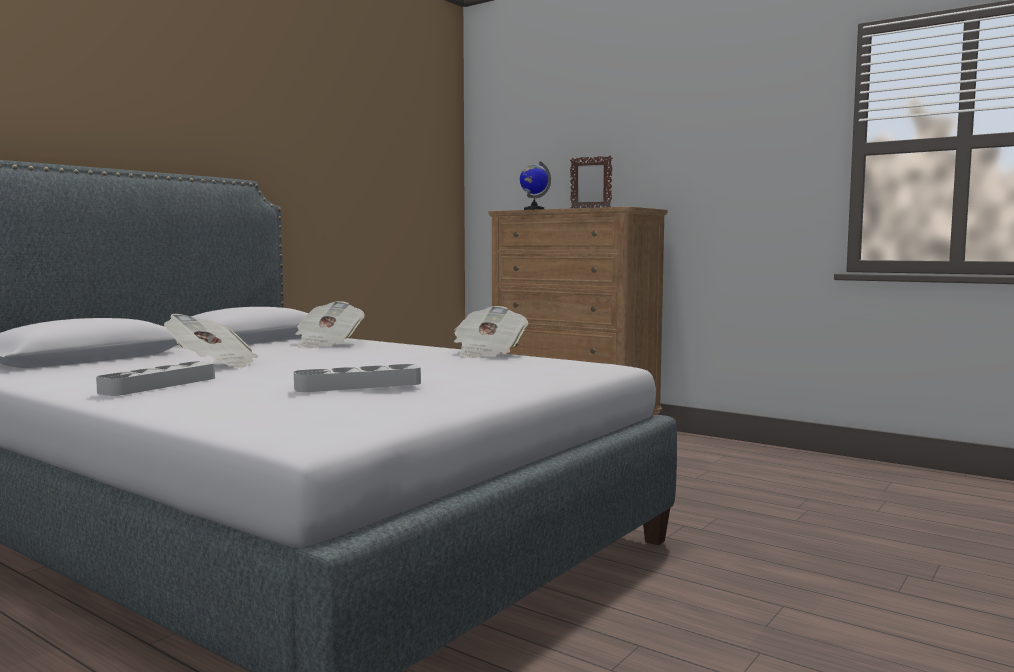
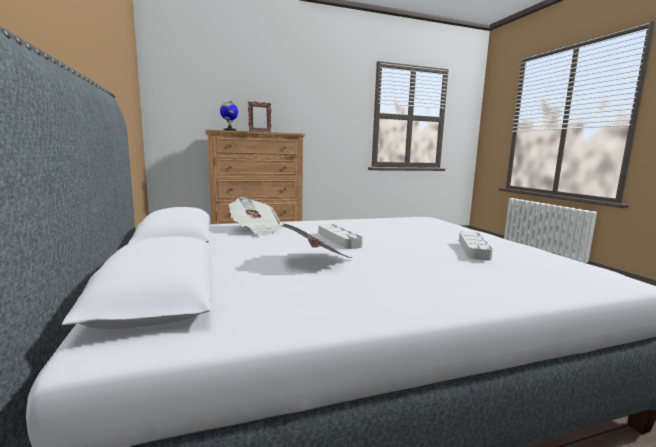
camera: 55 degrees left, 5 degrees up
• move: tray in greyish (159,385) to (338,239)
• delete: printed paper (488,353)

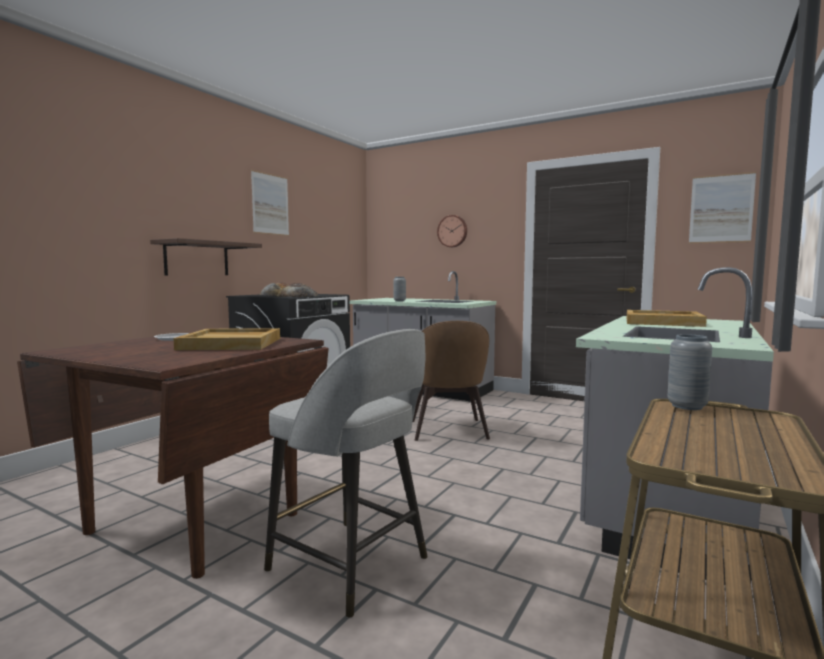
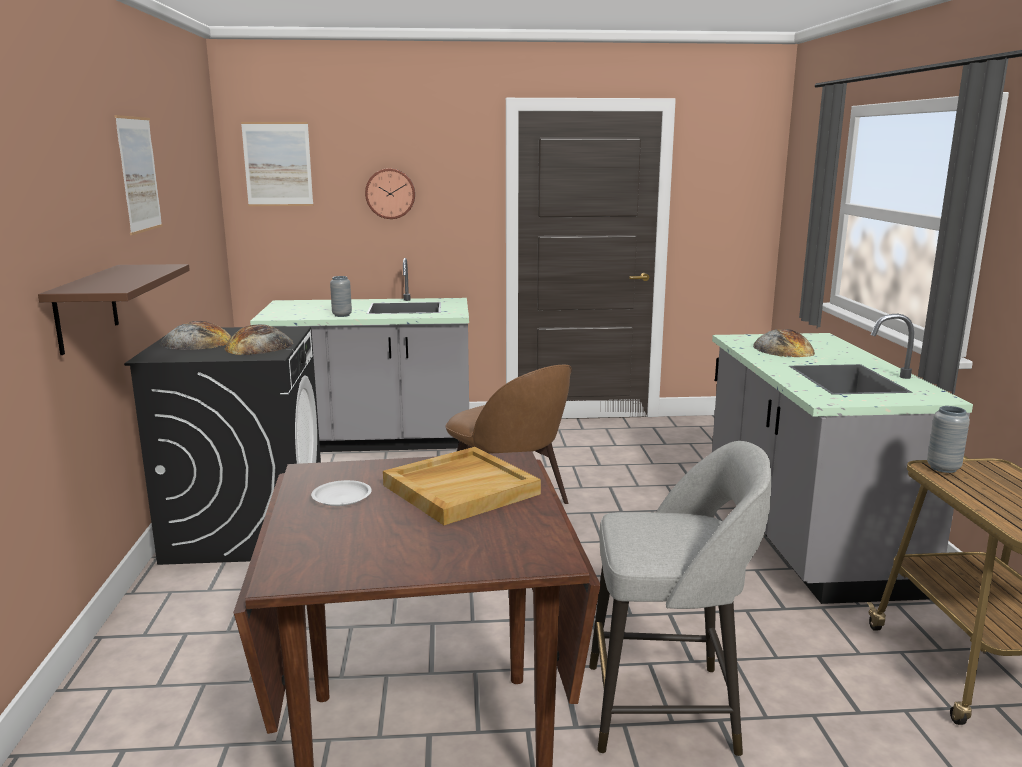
camera: 35 degrees left, 10 degrees up
• replace: tray in beige-coloured (663,322) to bread (783,349)
• move: wall picture (721,209) to (278,164)

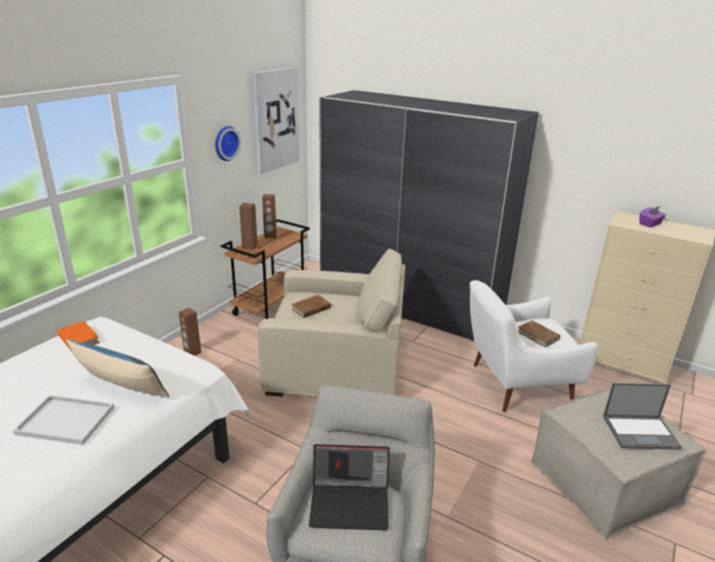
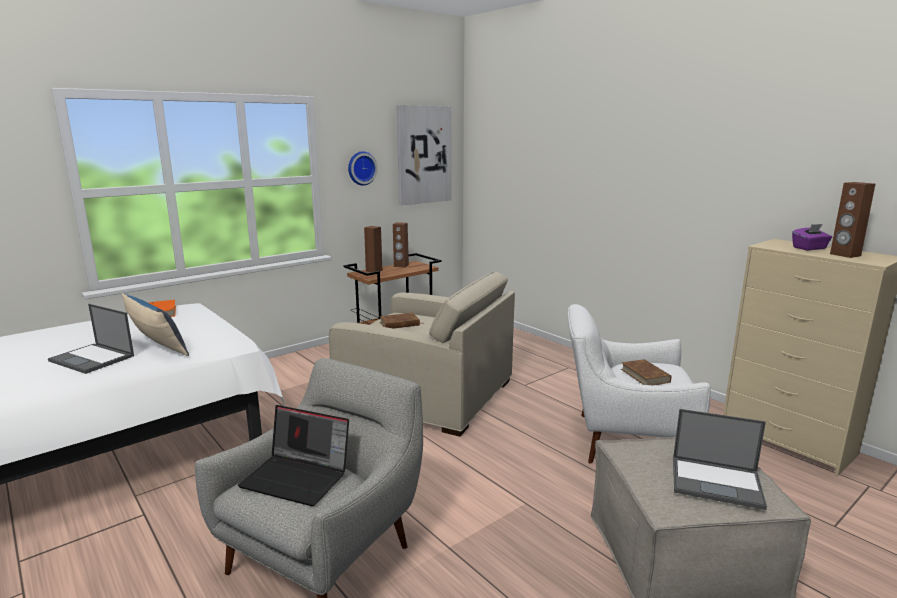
camera: 20 degrees right, 10 degrees down
• replace: tray in white (68,420) to laptop (93,358)
• move: audio speaker in brown (192,352) to (845,255)
• delete: wardrobe in greyish (409,305)

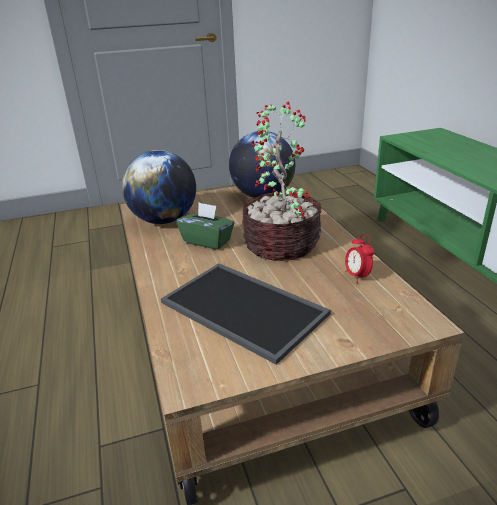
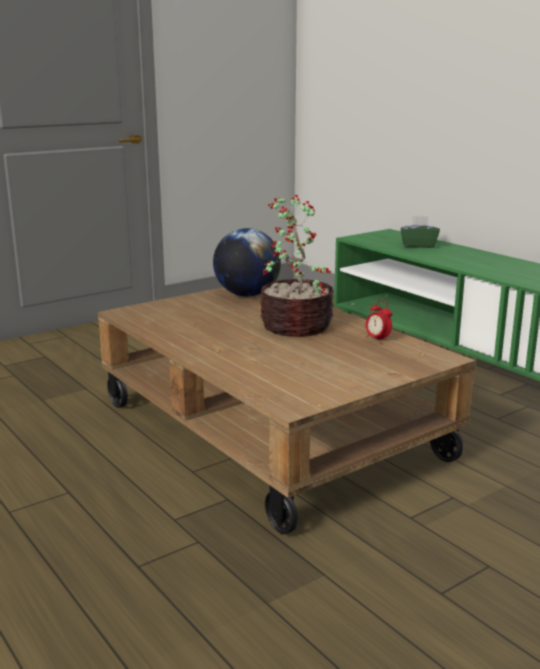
camera: 20 degrees left, 10 degrees down
• delete: globe (164,220)
• delete: tray (246,307)
• move: box of tissues in greenish (207,241) to (418,245)

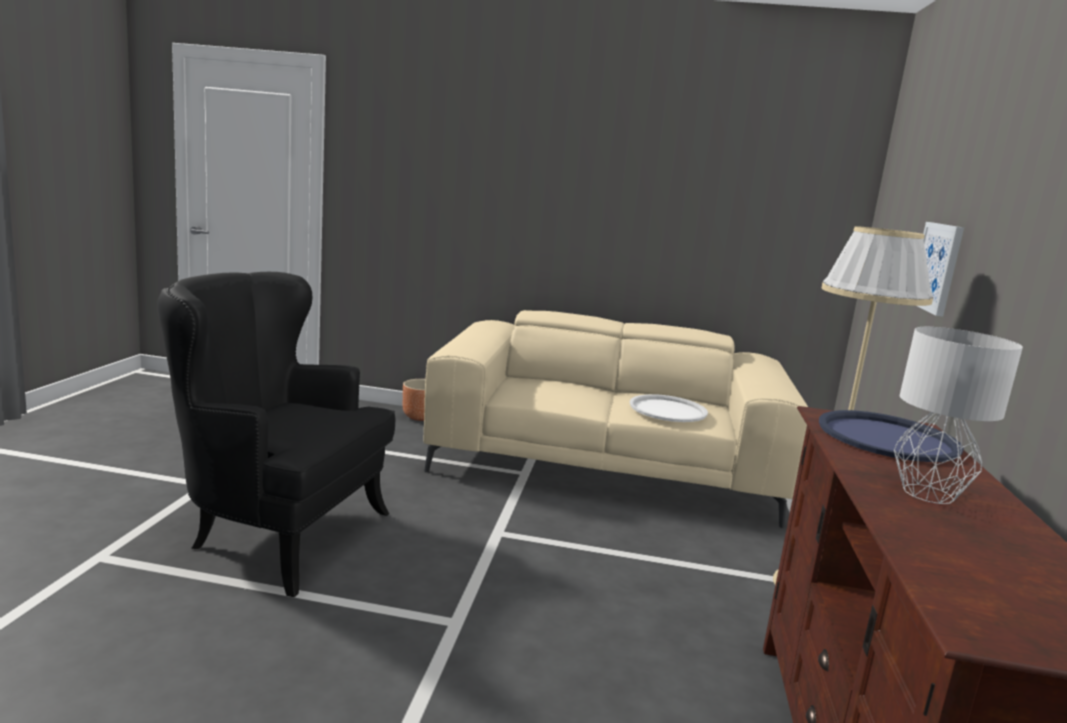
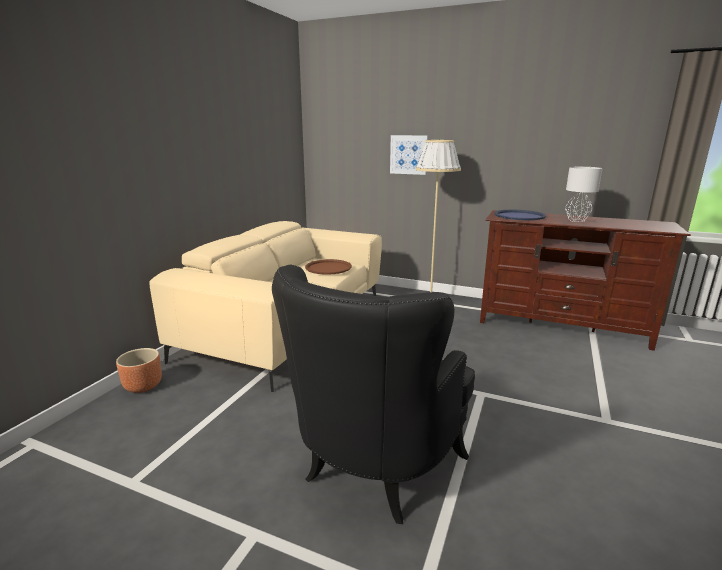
camera: 75 degrees left, 5 degrees up
• recolor: tray in white (668,410) to tray in brown (328,267)

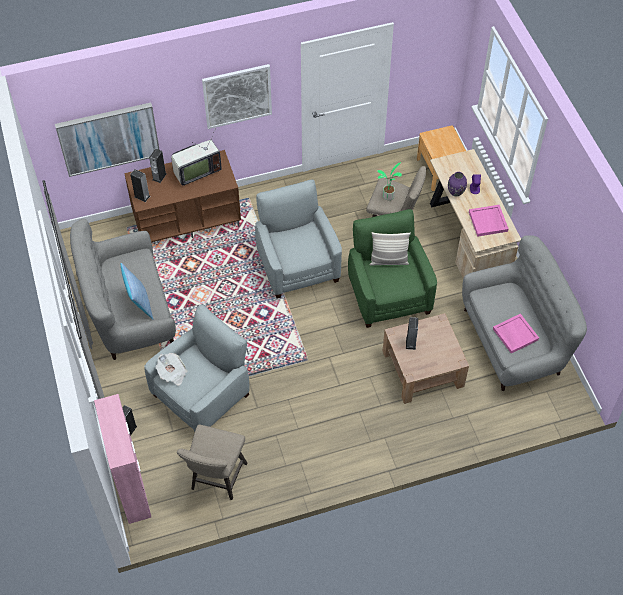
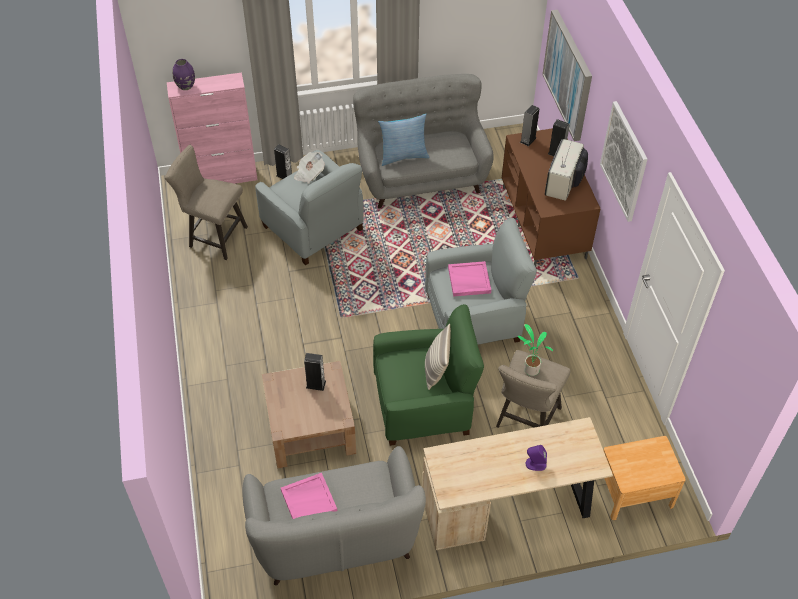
camera: 95 degrees right, 5 degrees down
• rotate: TV (196,171) = (564,183) 45 degrees clockwise
• move: vase in purple-coloured (455,192) to (186,86)
• move: tray in pinkish (488,222) to (469,280)

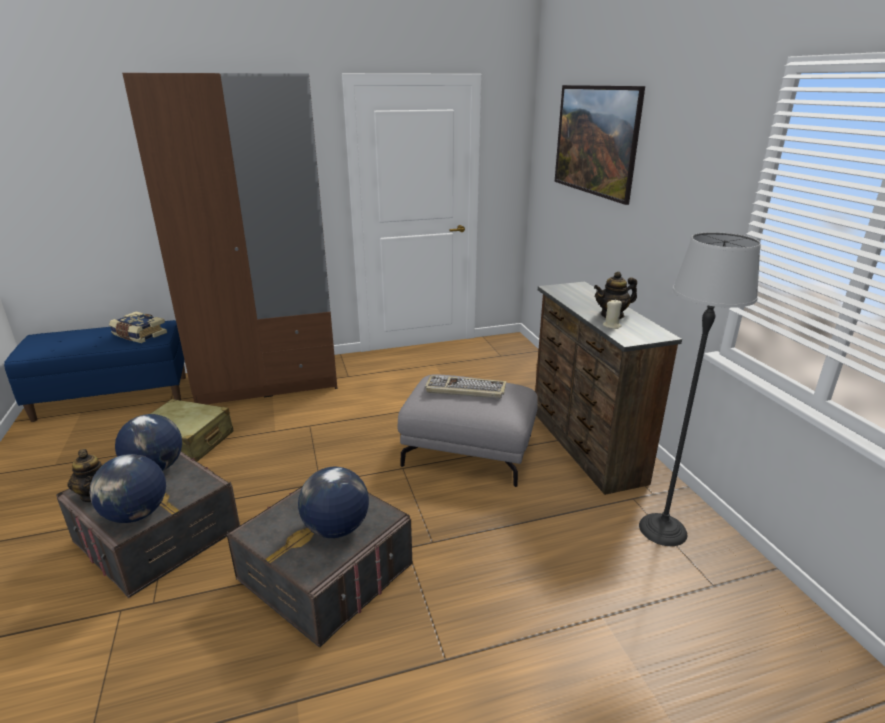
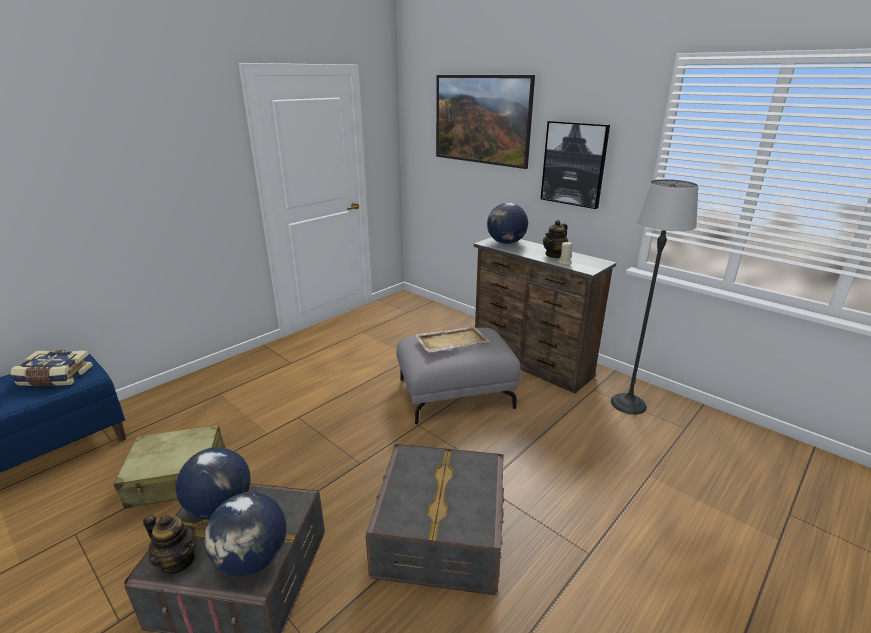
camera: 30 degrees left, 0 degrees up
• delete: wardrobe in brown (267,381)
• move: globe (336,529) to (506,243)
• replace: keyboard (464,389) to tray in beige-coloured (451,341)
• insert: wall picture (574,164)

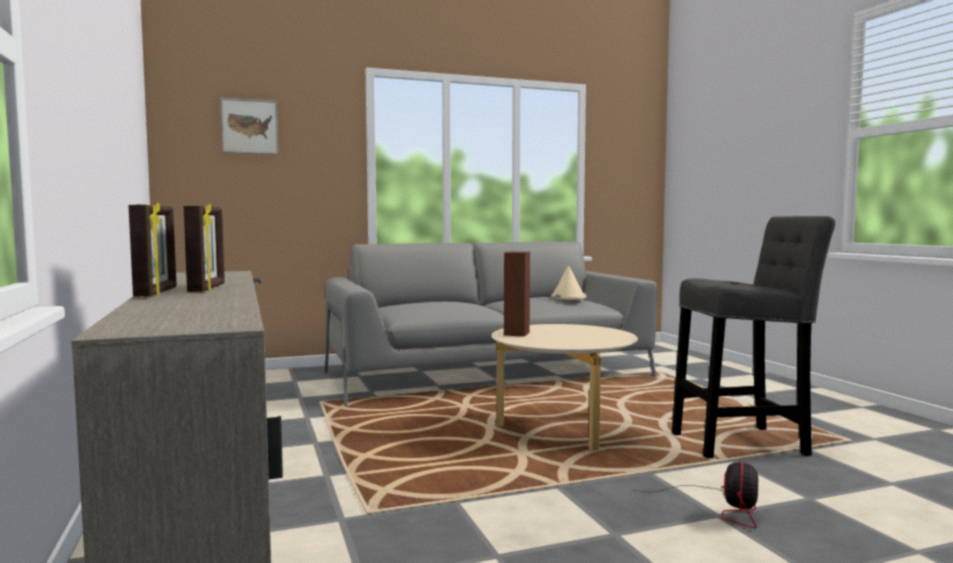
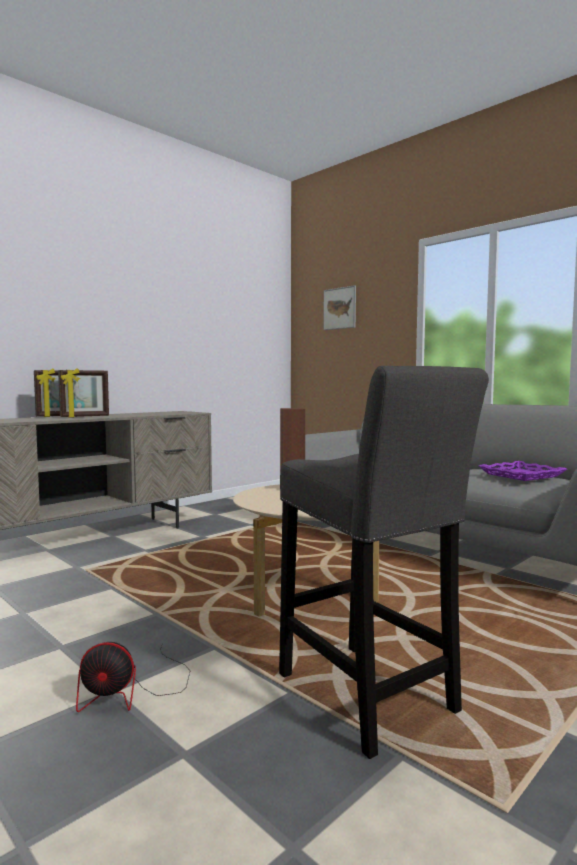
camera: 65 degrees right, 0 degrees up
• replace: hat in beige-coloured (568,297) to tray in purple-coloured (521,475)

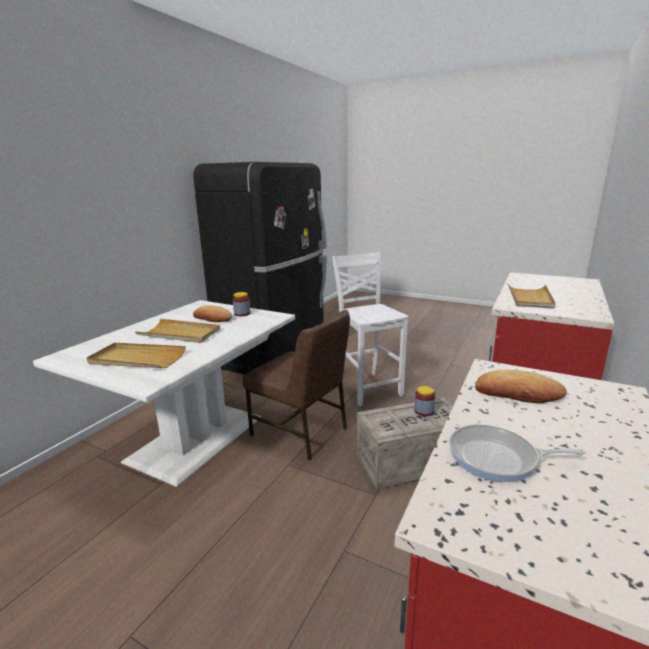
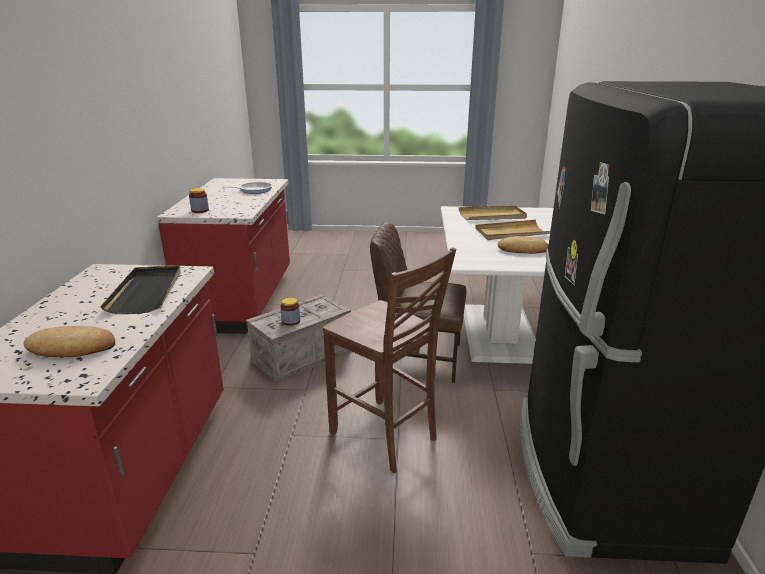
camera: 155 degrees right, 5 degrees up
• move: jar (242,313) to (200,210)
• recolor: upright chair in white (368,387) to upright chair in brown (385,437)
• move: bread (517,393) to (72,348)
• recolor: tray in beige-coloured (530,298) to tray in blackish (147,291)

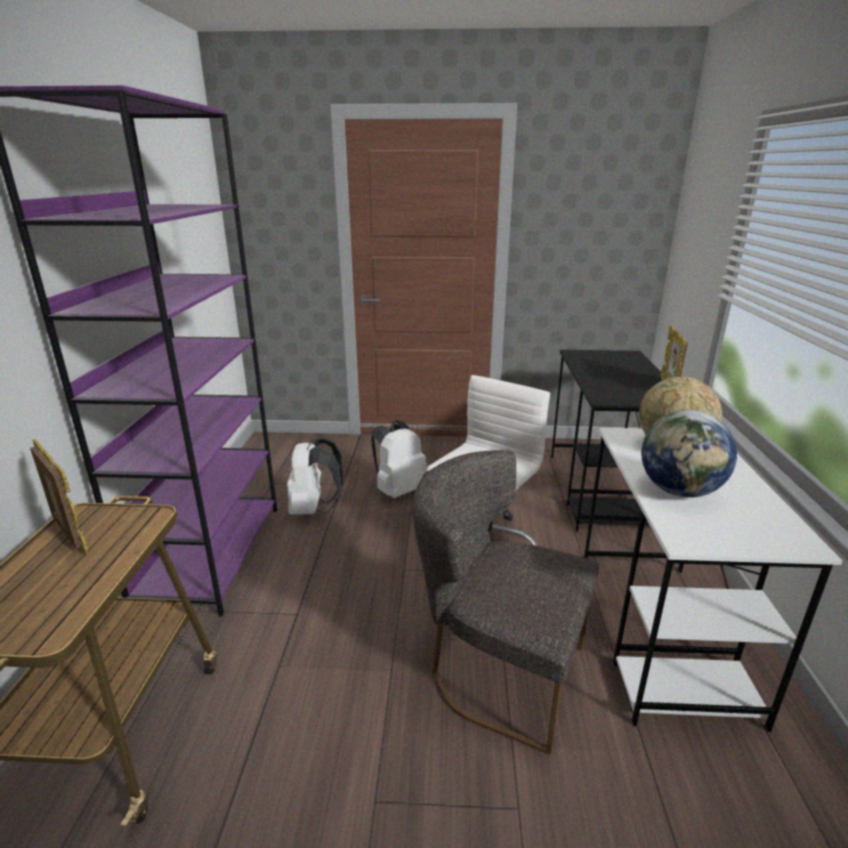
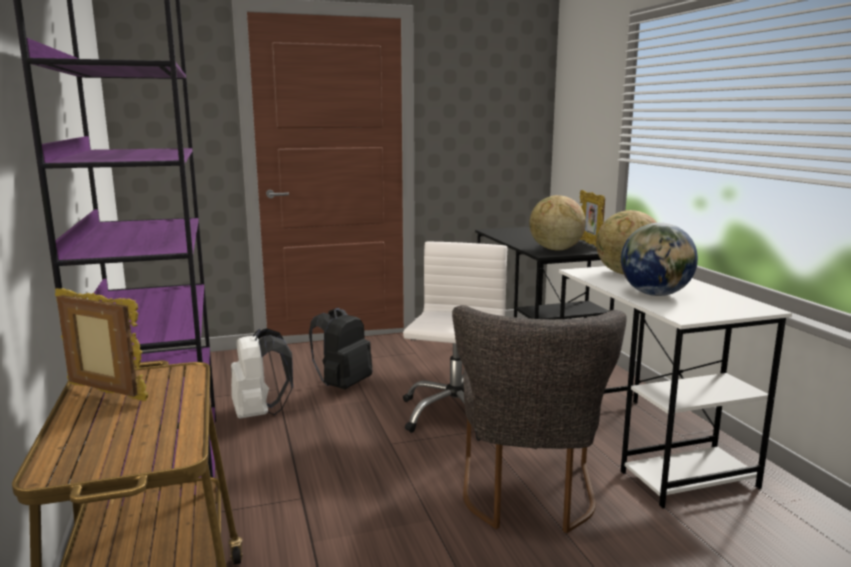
camera: 20 degrees left, 10 degrees down
• recolor: knapsack in white (399,490) to knapsack in blackish (342,385)
• rotate: upright chair in greyish (497,670) = (528,497) 90 degrees counterclockwise
• insert: globe (555,249)

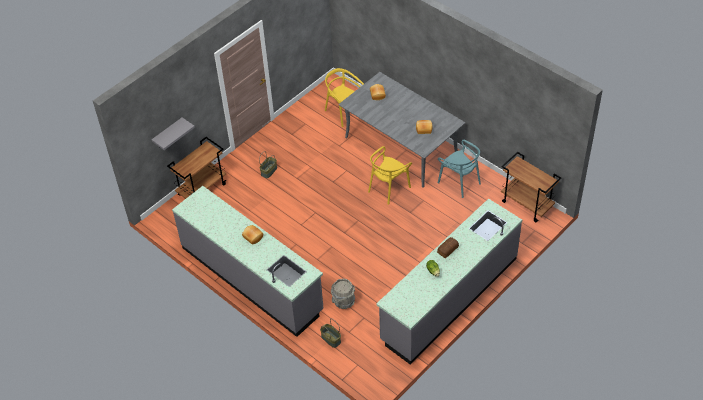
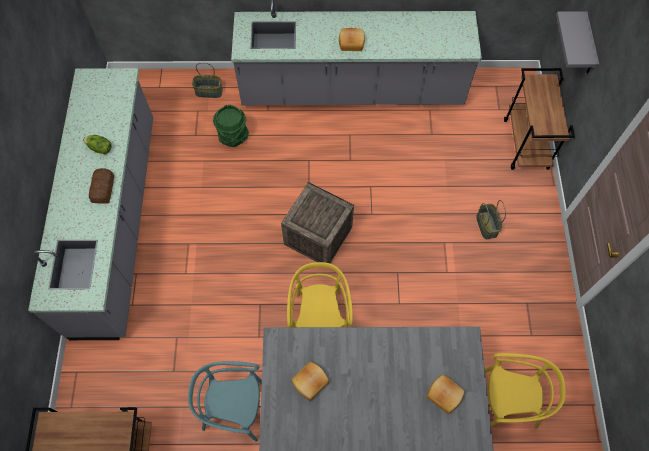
camera: 135 degrees right, 15 degrees up
• recolor: pail in greyish (343,301) to pail in greenish (233,136)
• insert: packing crate (318,236)

